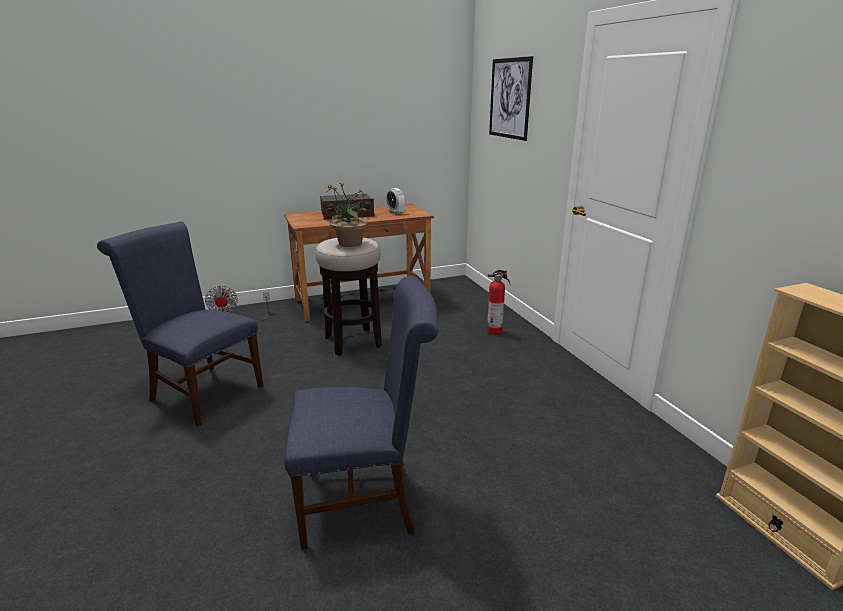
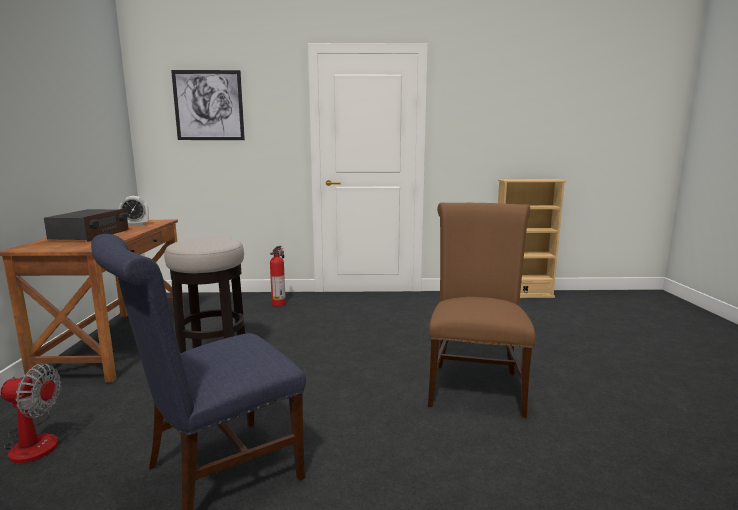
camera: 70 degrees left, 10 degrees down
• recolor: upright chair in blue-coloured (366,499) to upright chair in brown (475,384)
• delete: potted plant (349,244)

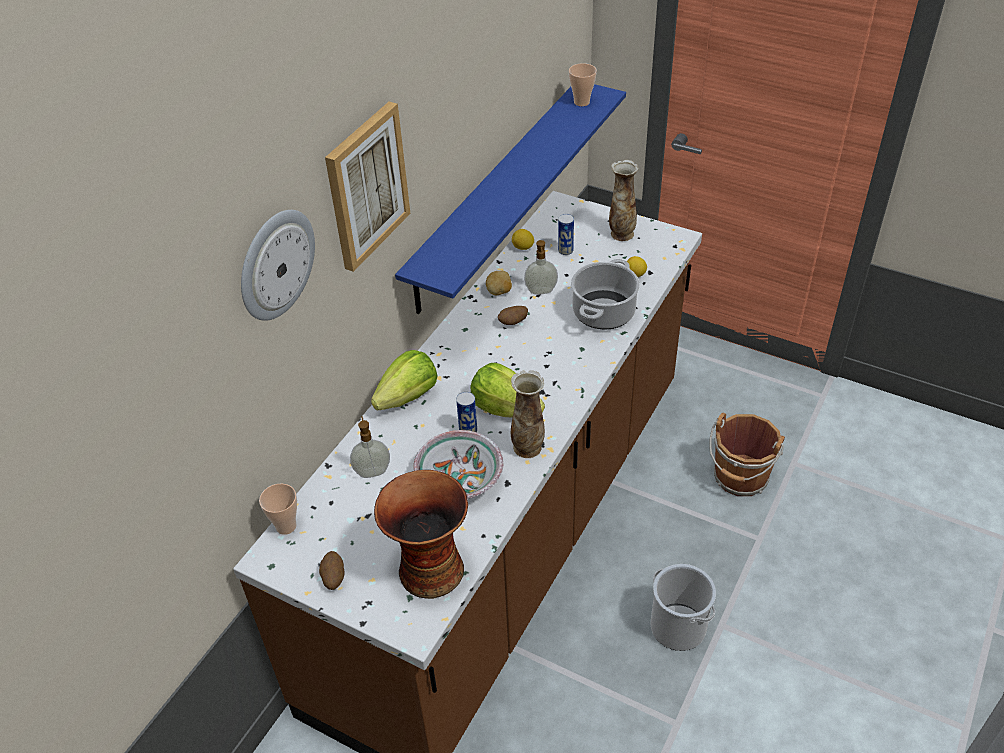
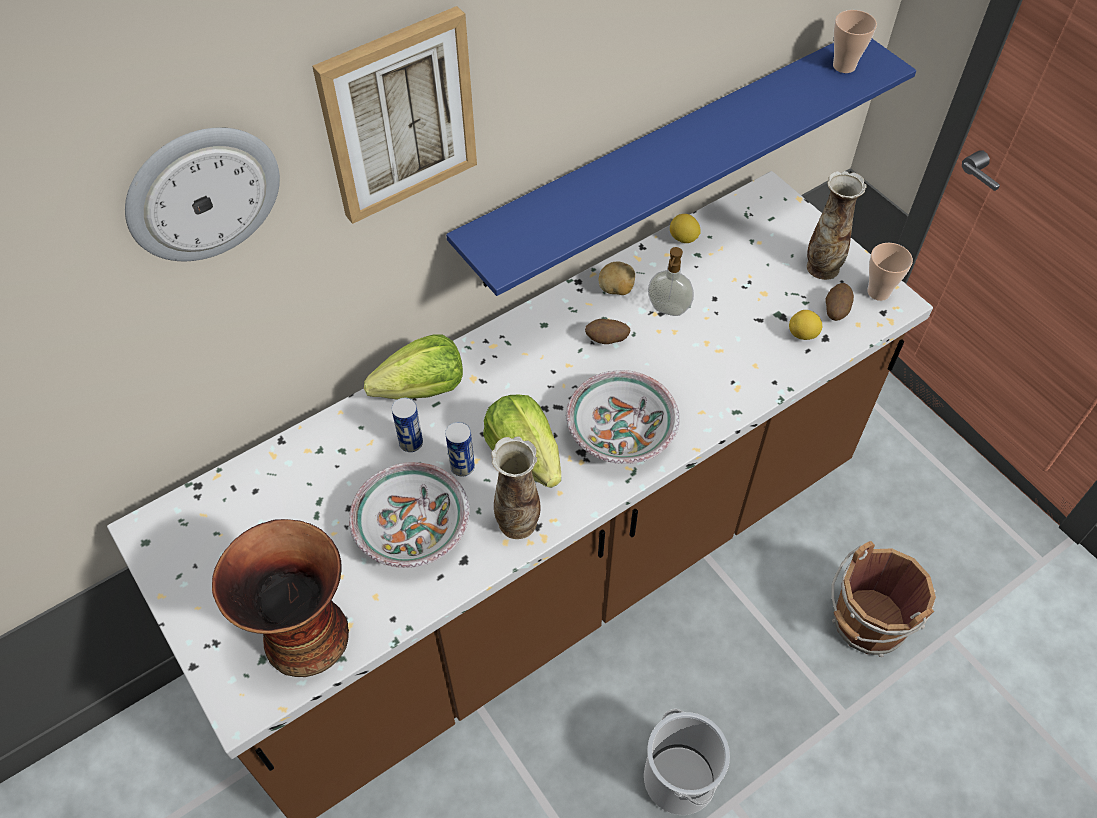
camera: 25 degrees right, 10 degrees up
• move: cup (286,526) to (878,292)
• move: spud (333,578) to (835,310)
• delete: soap bottle (372,471)
• move: metal can (565,250) to (411,443)
• delete: saucepot (603,313)
• insert: deep dish (619,433)

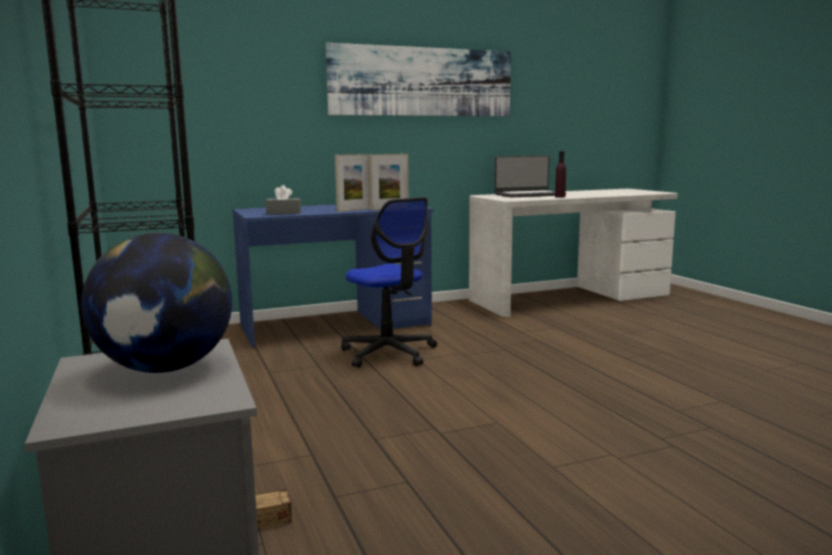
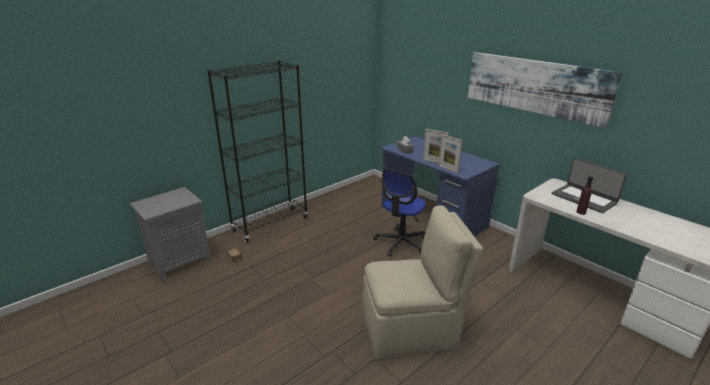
camera: 70 degrees right, 15 degrees up
• delete: globe (166,368)
• insert: upright chair in beige-coloured (411,330)

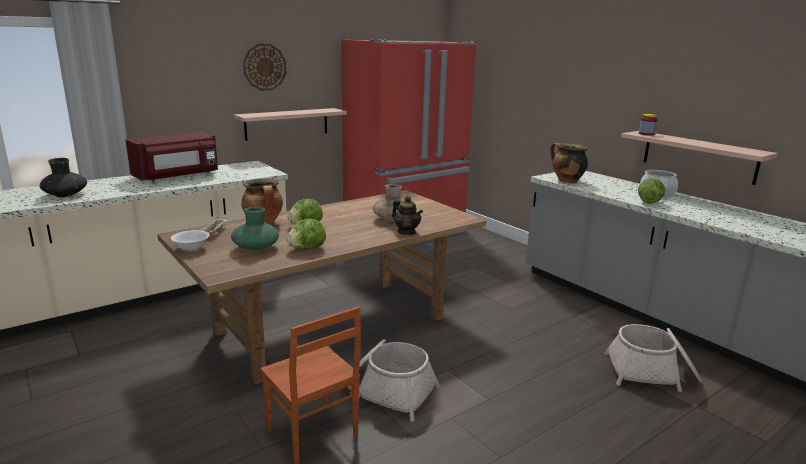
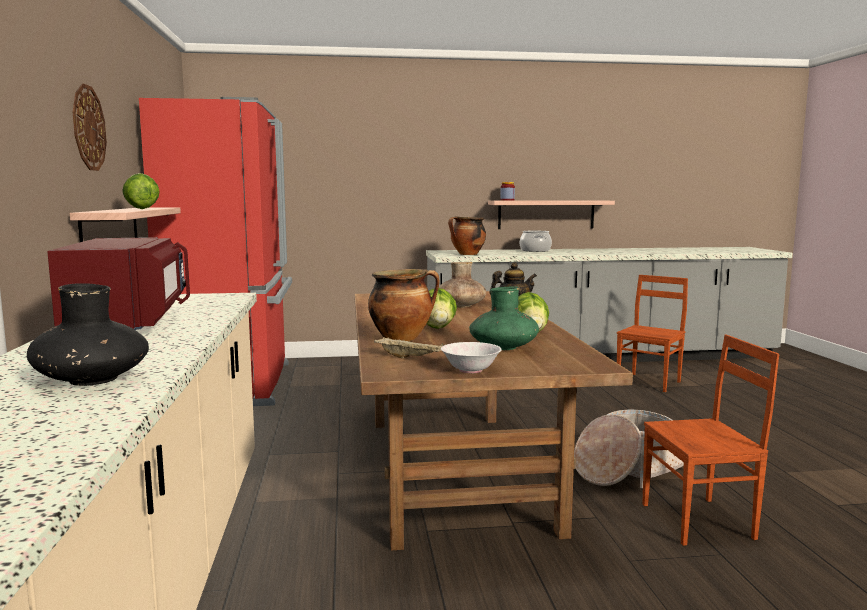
camera: 60 degrees left, 10 degrees down
• replace: storage basket (652,373) to upright chair in brown (649,382)
• move: head of lettuce (649,202) to (141,209)

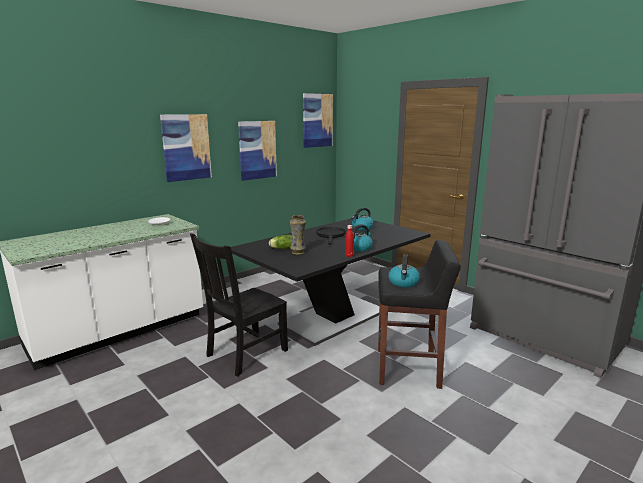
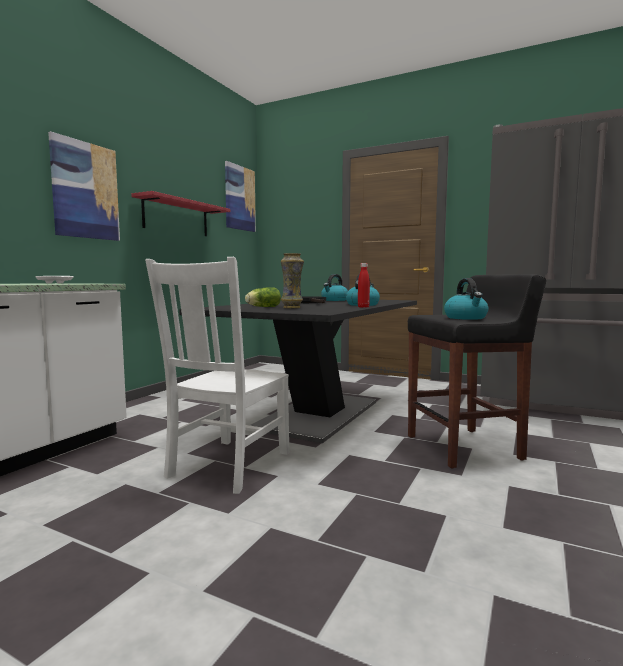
camera: 20 degrees left, 10 degrees down
• recolor: upright chair in blackish (244,354) to upright chair in white (227,466)
• replace: wall picture (257,150) to bracket shelf in reddish (176,217)

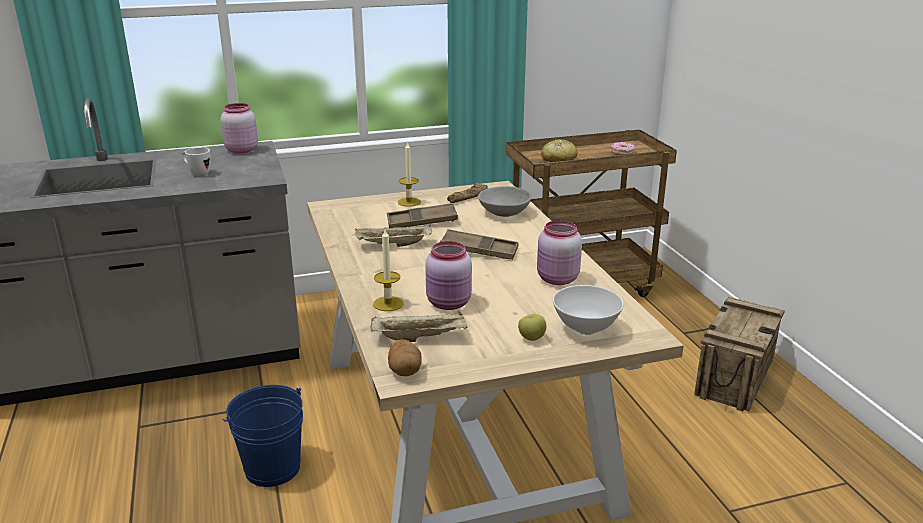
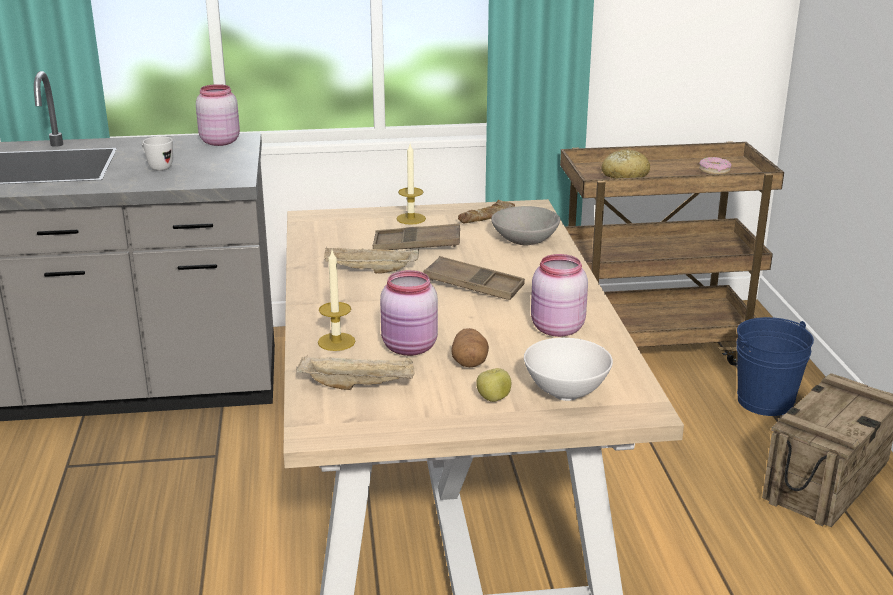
camera: 10 degrees right, 0 degrees up
• move: pail in blue-coloured (273,468) to (765,401)
• move: spud (404,370) to (469,362)

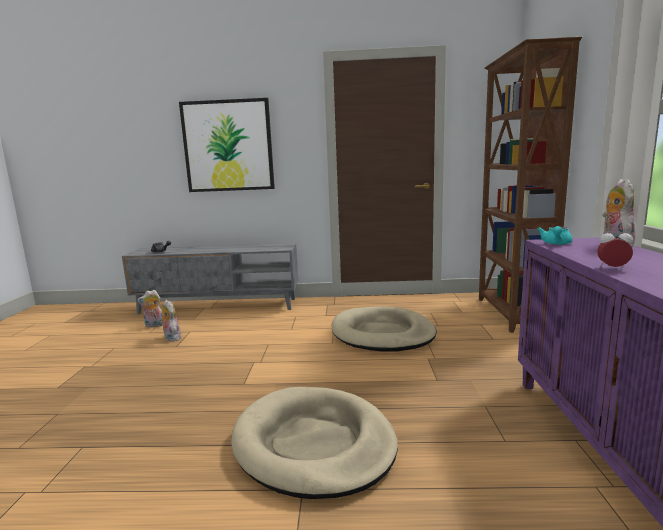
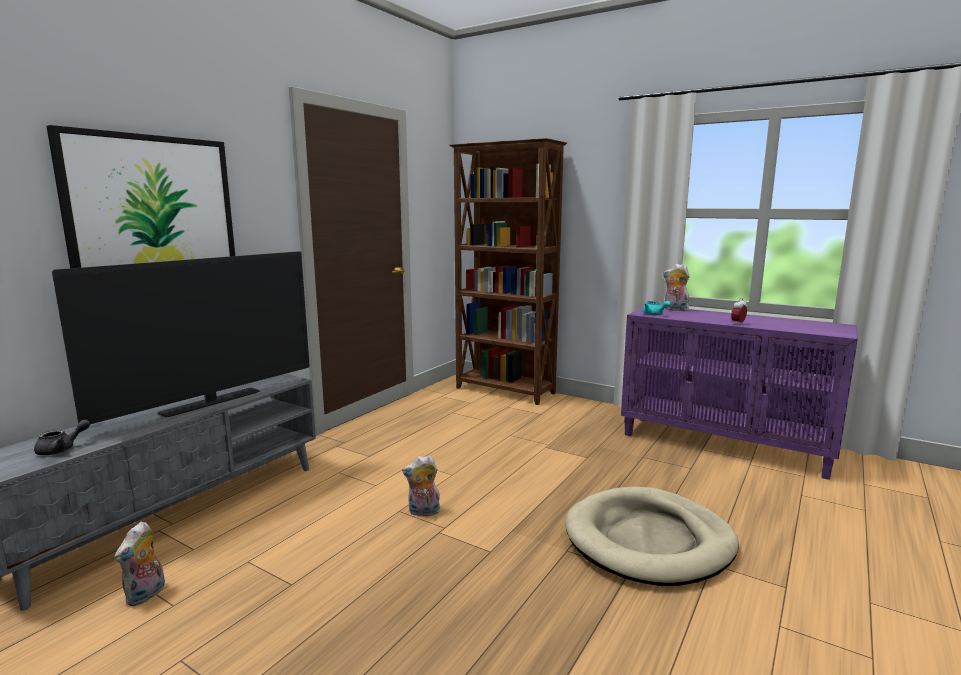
camera: 60 degrees left, 0 degrees up
• move: soft toy (171,338) to (423,512)
• delete: pet bed in beige-coloured (382,334)
• insert: TV (211,402)

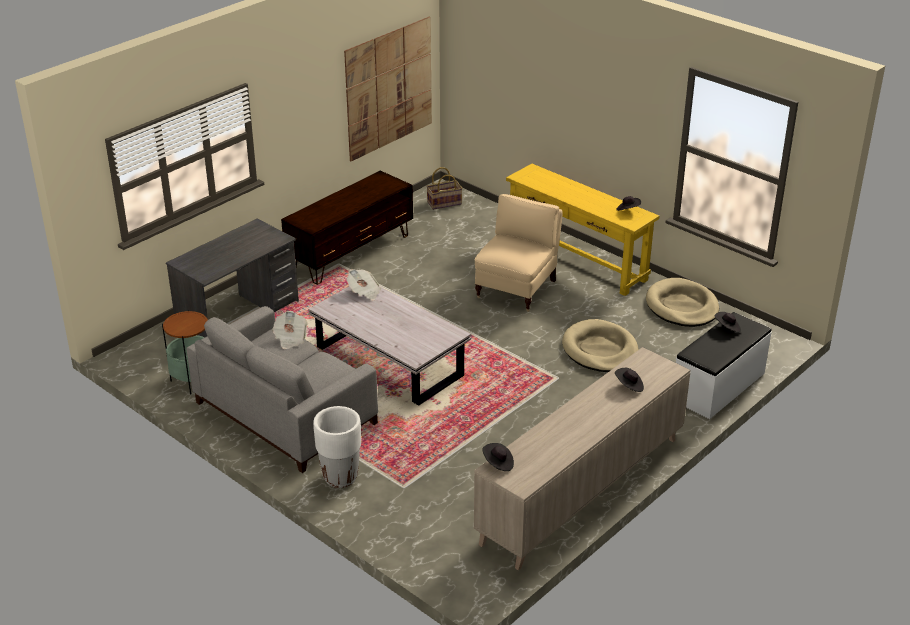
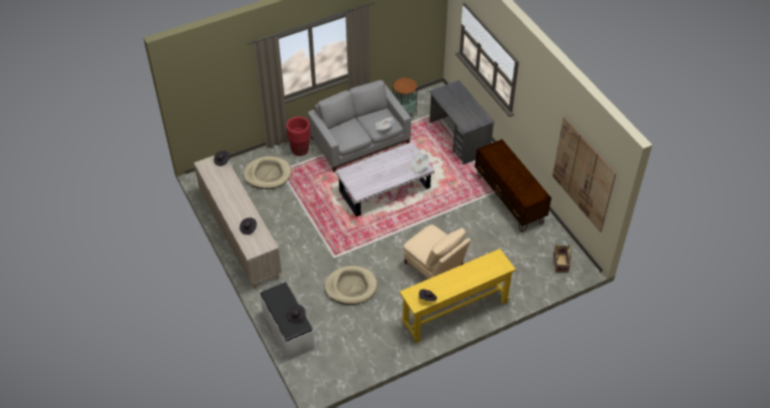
camera: 110 degrees right, 15 degrees up
• recolor: plant pot in white (340,477) to plant pot in reddish (300,150)
• move: pet bed in beige-coloured (682,306) to (267,174)

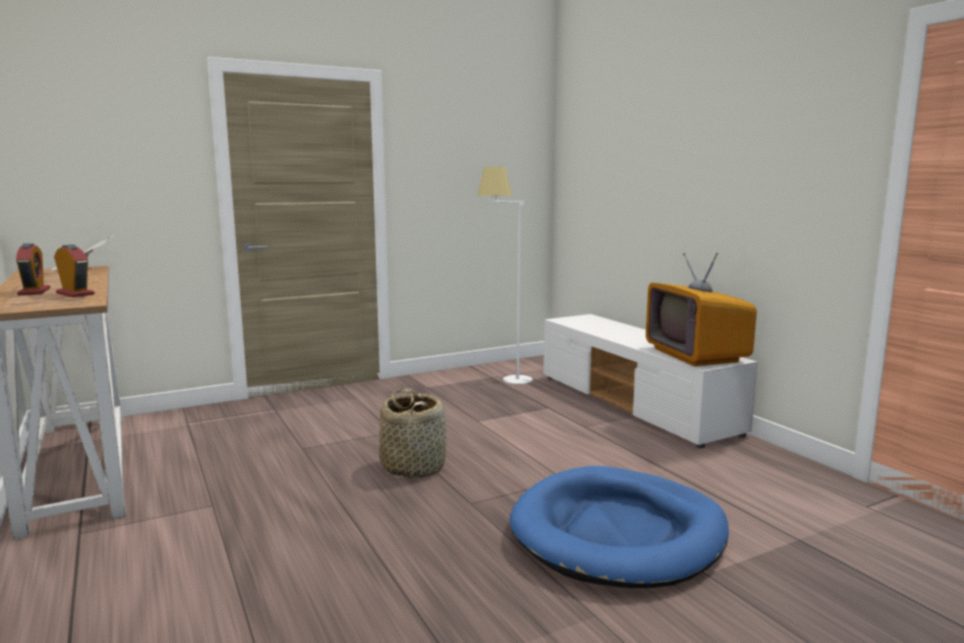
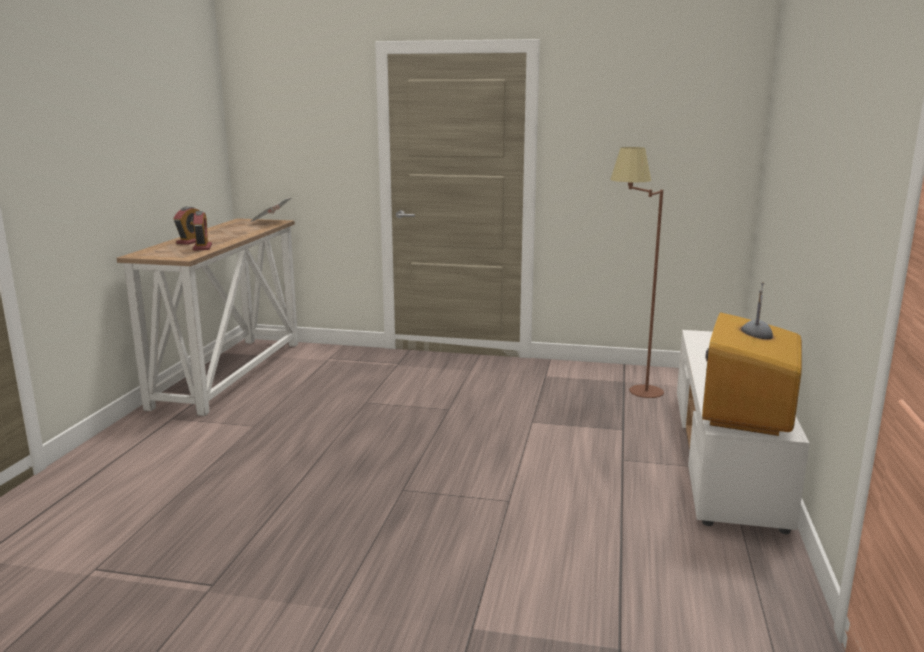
camera: 40 degrees right, 5 degrees up
• delete: storage basket (413,466)
• recolor: standing lamp in white (505,381) to standing lamp in brown (630,389)
• delete: pet bed in blue-coloured (618,533)

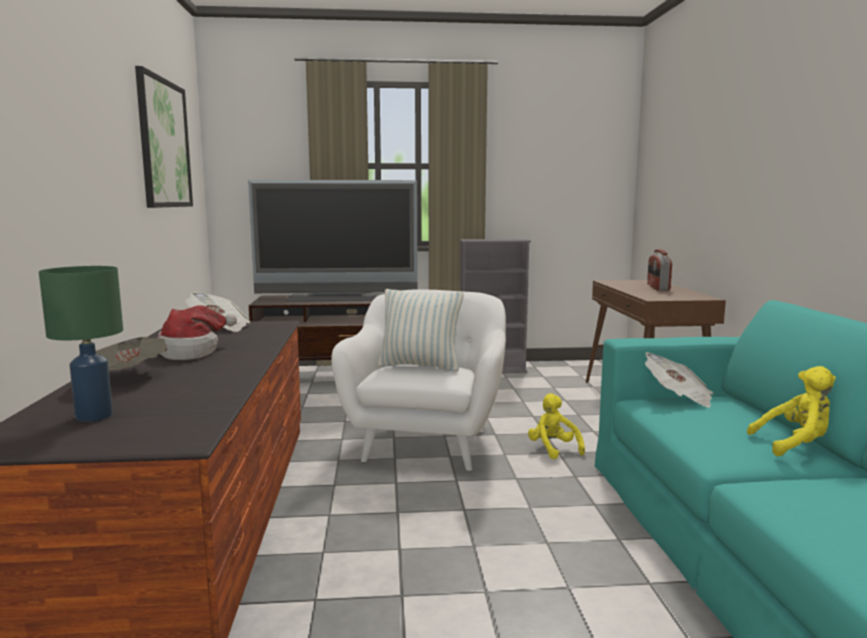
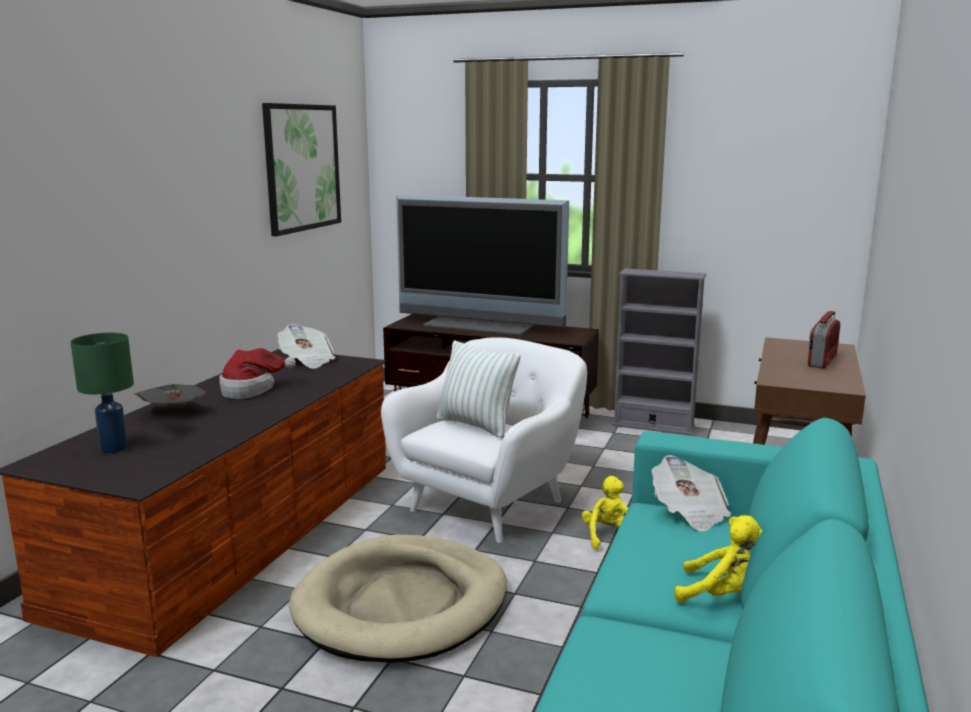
camera: 25 degrees right, 5 degrees up
• insert: pet bed in beige-coloured (402,605)

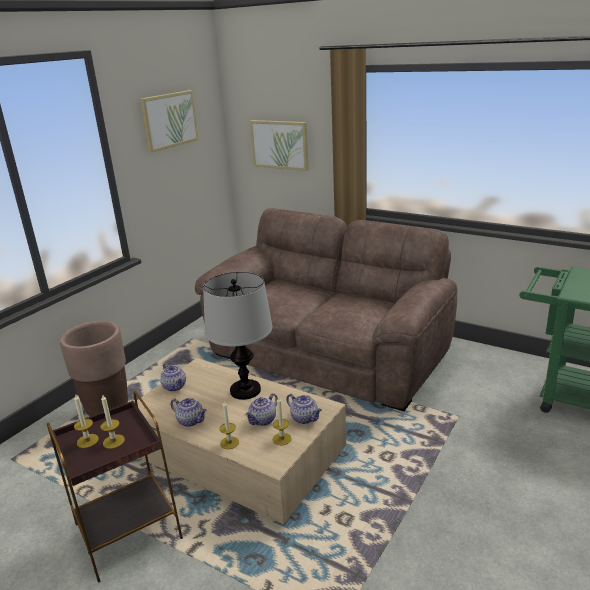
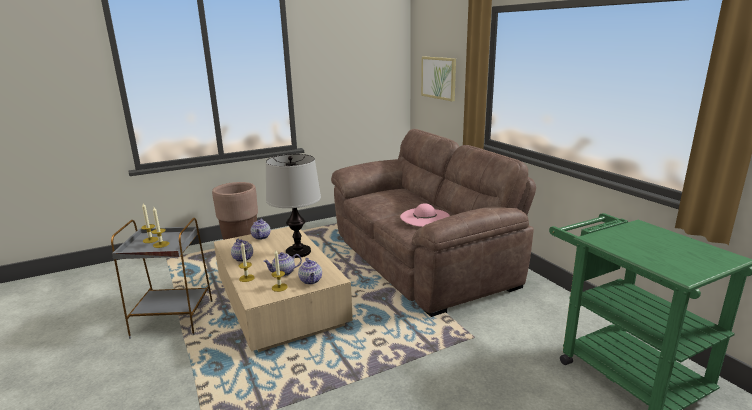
camera: 30 degrees right, 5 degrees down
• recolor: end table in brown (129,531) to end table in greyish (174,319)
• delete: wall picture (169,120)
• insert: hat in pinkish (425,217)

